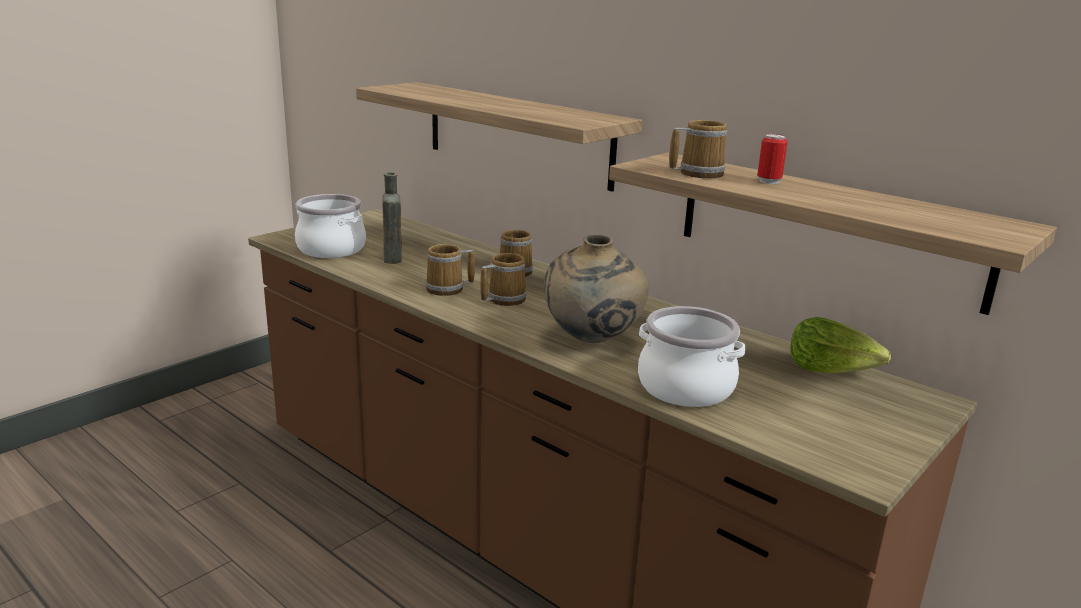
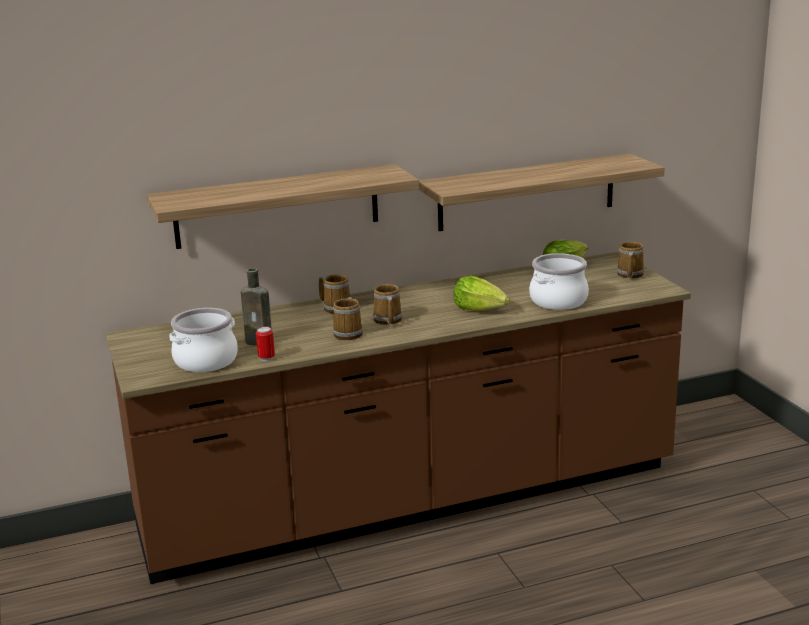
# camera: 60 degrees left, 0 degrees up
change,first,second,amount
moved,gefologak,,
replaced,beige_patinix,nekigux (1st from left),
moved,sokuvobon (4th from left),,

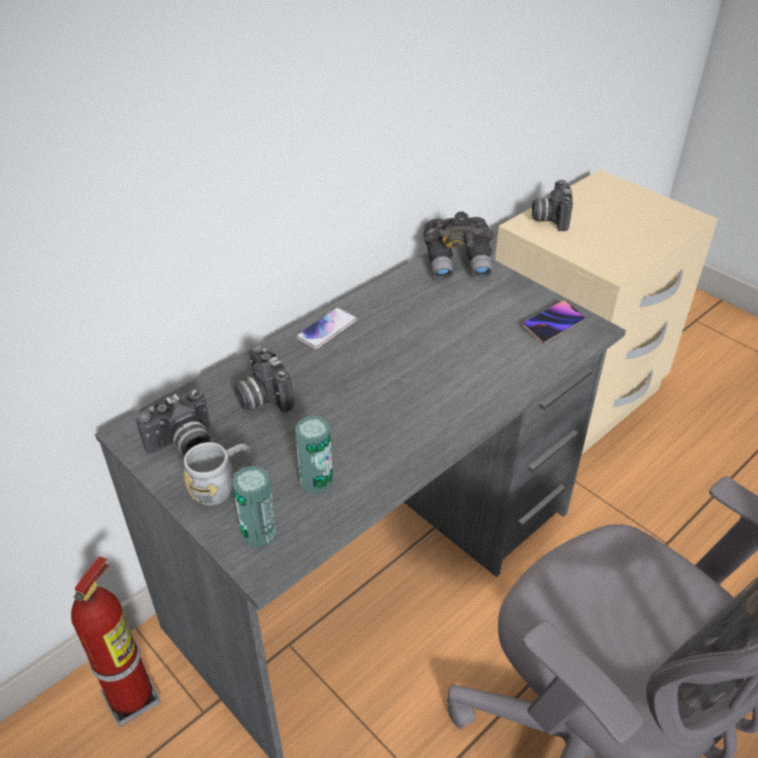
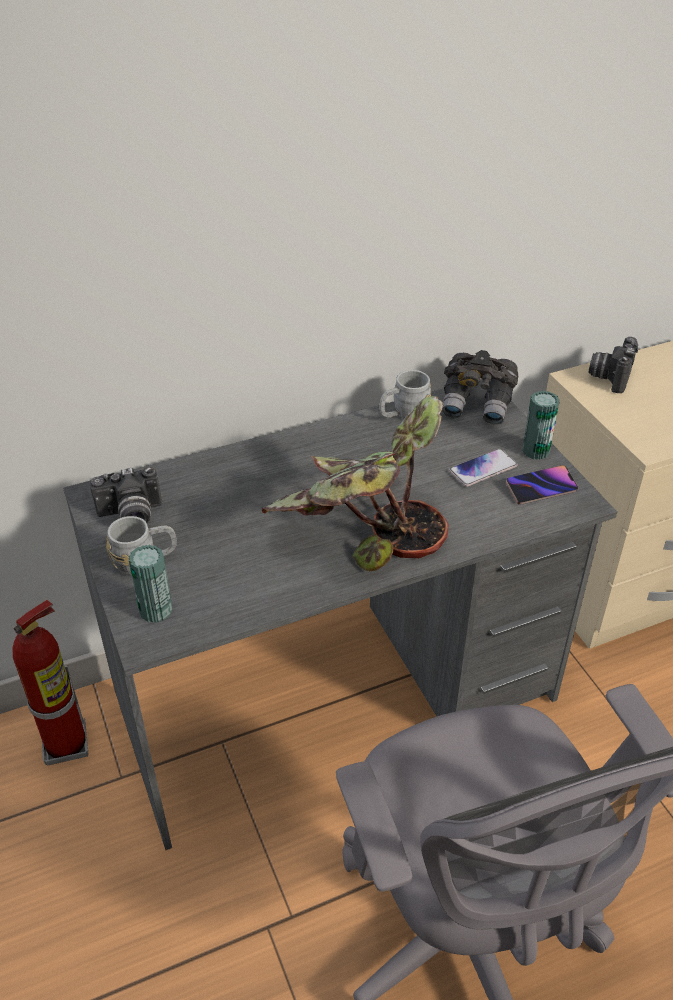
# camera: 20 degrees right, 0 degrees up
change,first,second,amount
added,,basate,
added,,grey_sokuvobon (2nd from left),
moved,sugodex (1st from left),,
moved,gefologak (2nd from left),,
removed,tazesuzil (2nd from left),,

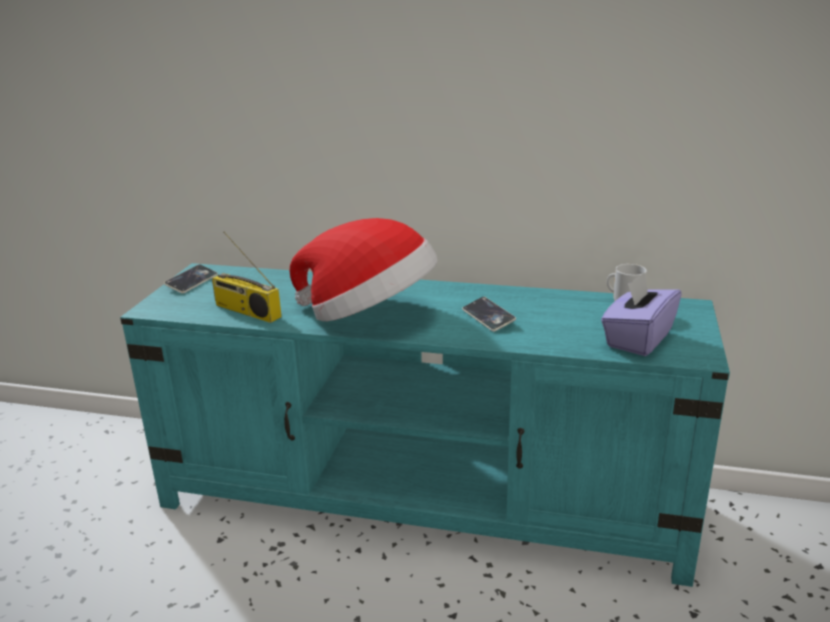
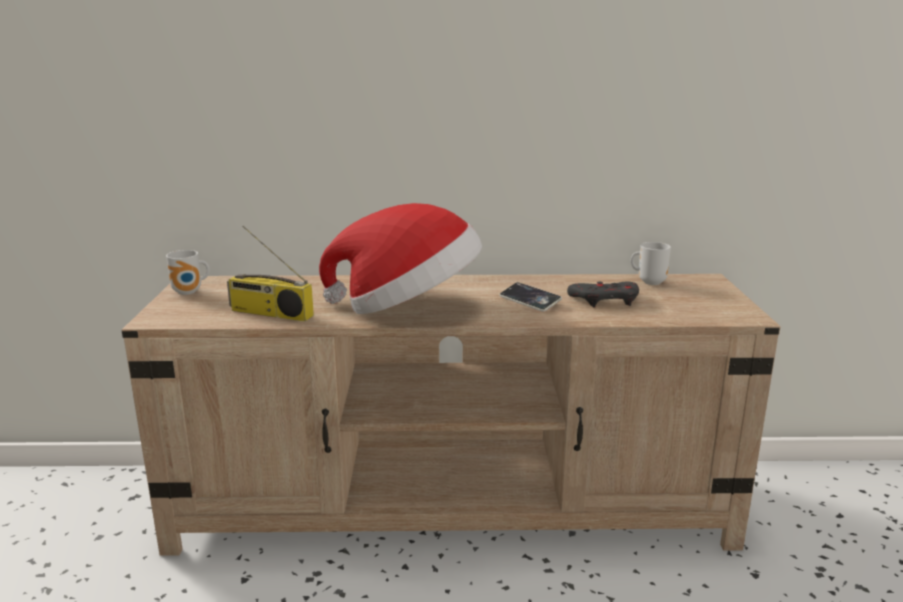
# camera: 15 degrees left, 5 degrees down
change,first,second,amount
recoloured,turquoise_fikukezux,beige_fikukezux,
replaced,sugodex (1st from left),sokuvobon (1st from left),
added,,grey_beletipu,
removed,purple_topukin,,

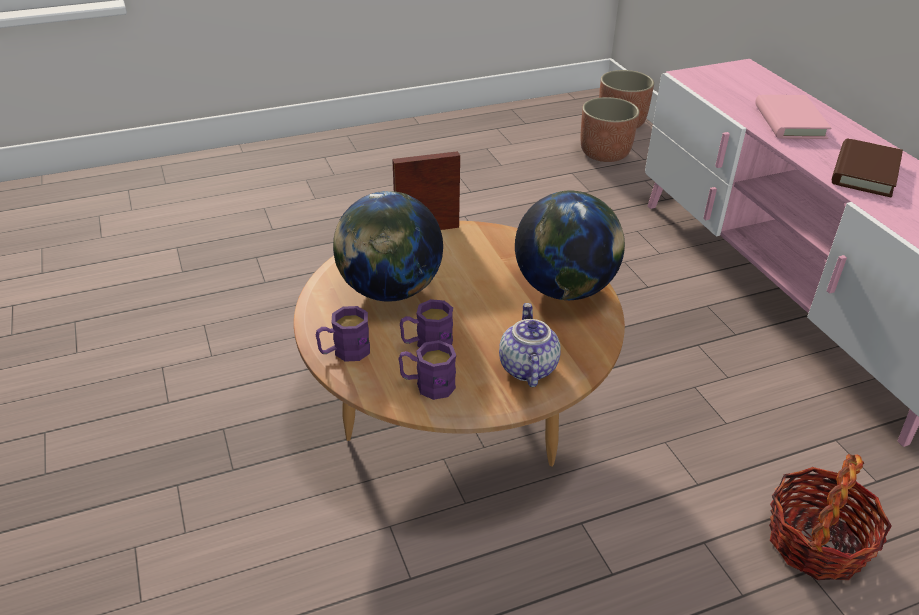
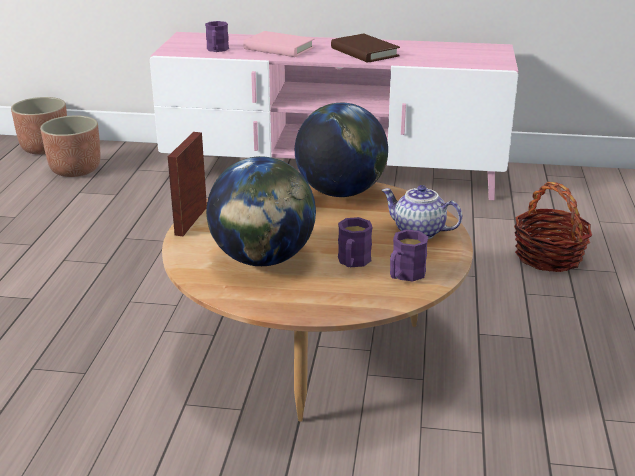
# camera: 60 degrees left, 10 degrees down
change,first,second,amount
moved,purple_sokuvobon (1st from left),,

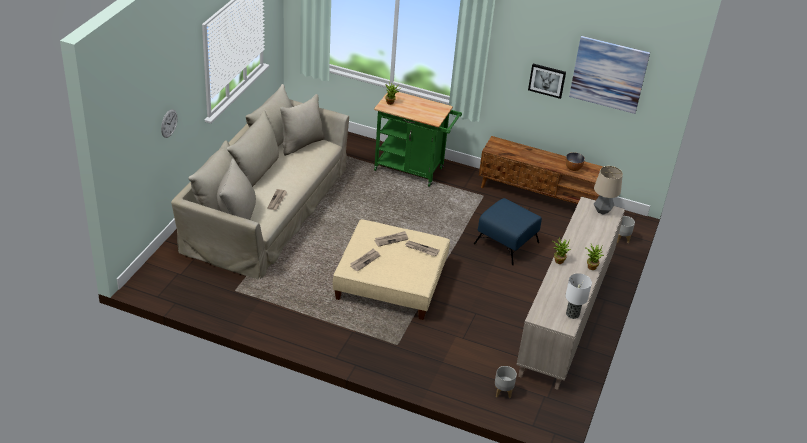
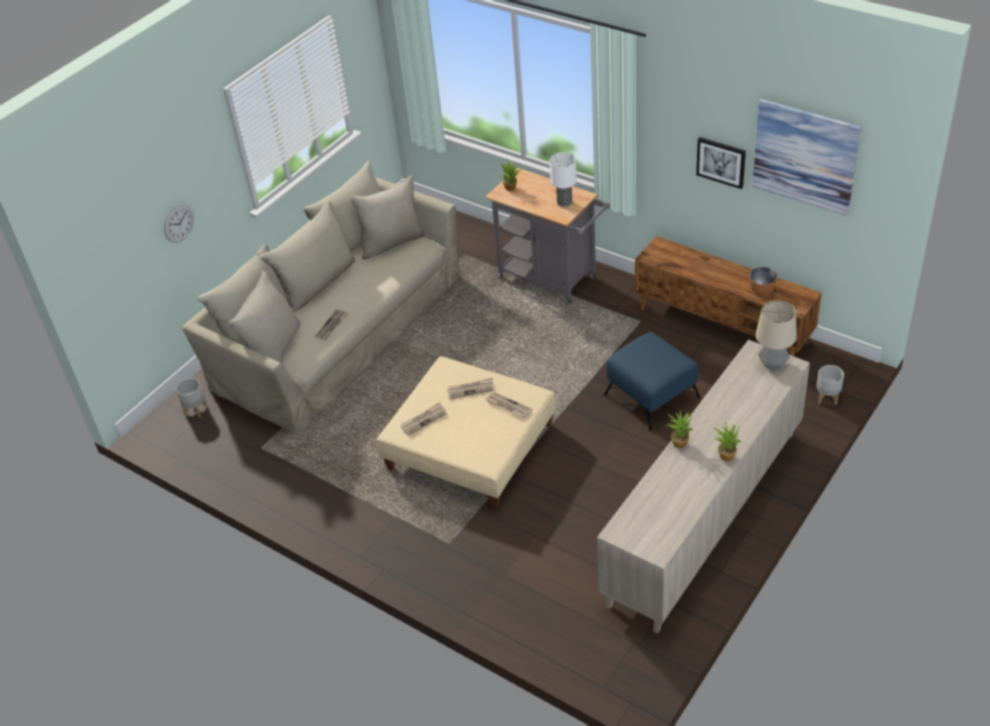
# camera: 20 degrees right, 5 degrees up
change,first,second,amount
moved,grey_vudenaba (1st from left),,
recoloured,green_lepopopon,grey_lepopopon,
moved,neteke (1st from left),,

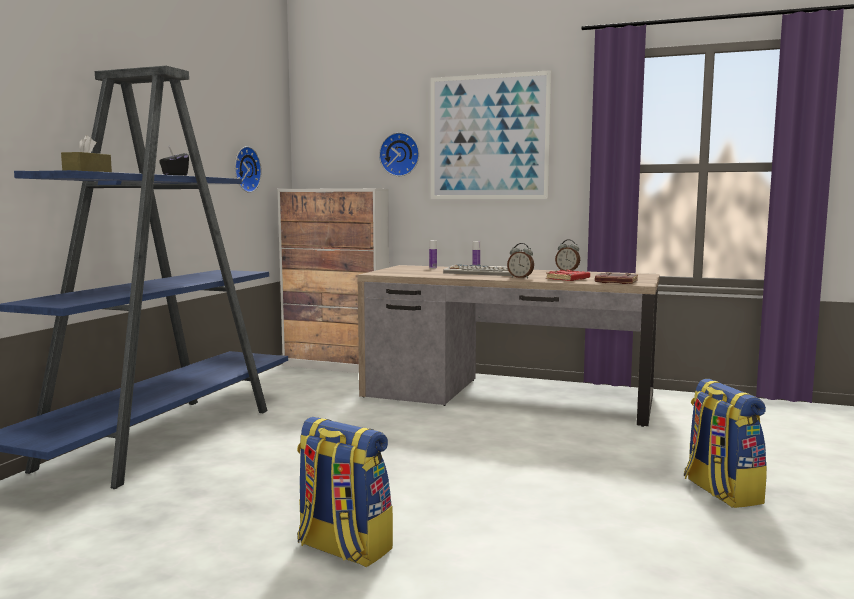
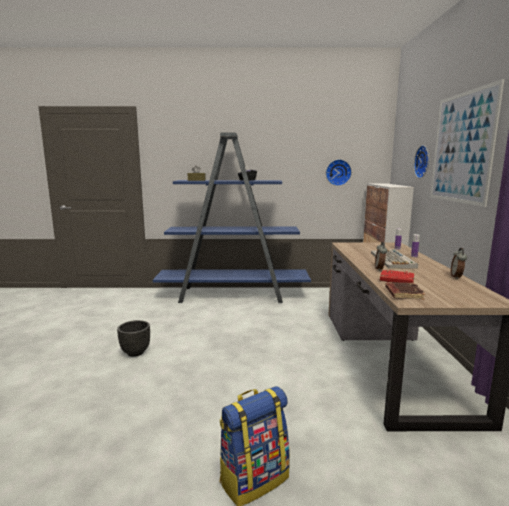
# camera: 70 degrees right, 5 degrees up
change,first,second,amount
replaced,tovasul (1st from left),black_vudenaba,

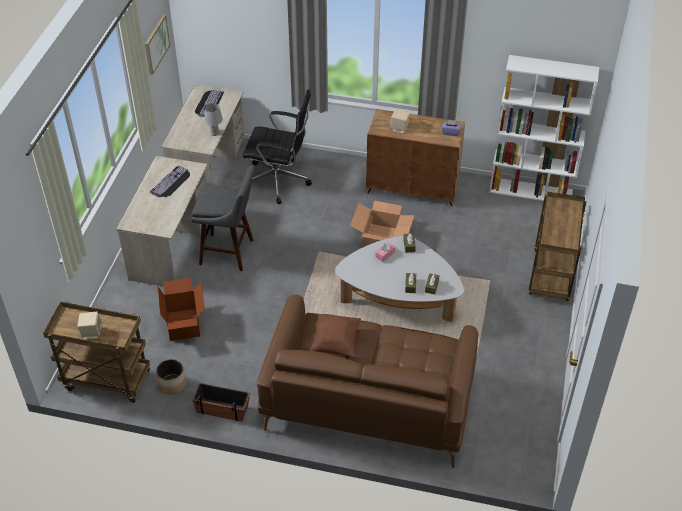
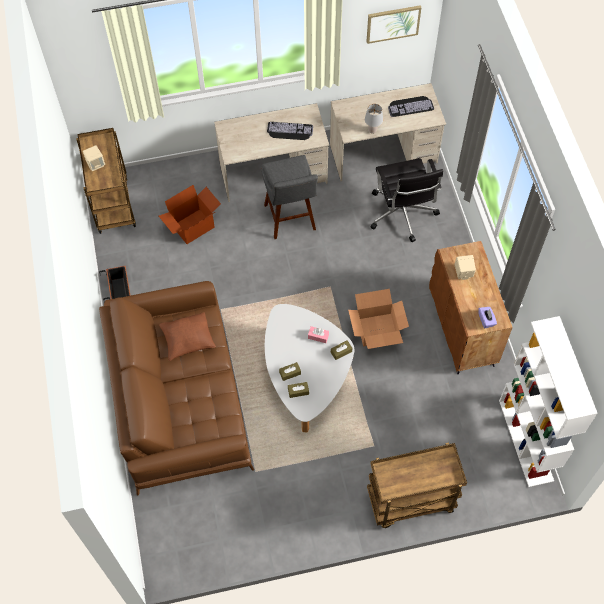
# camera: 65 degrees right, 15 degrees up
change,first,second,amount
removed,vudenaba (1st from left),,

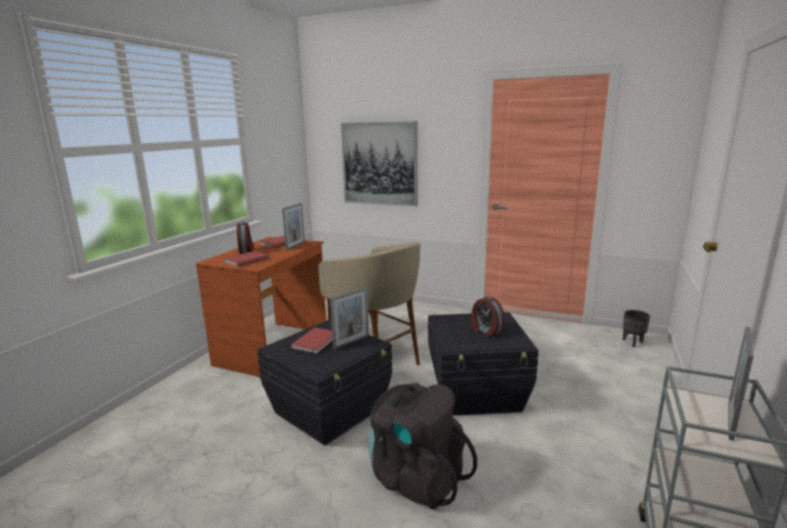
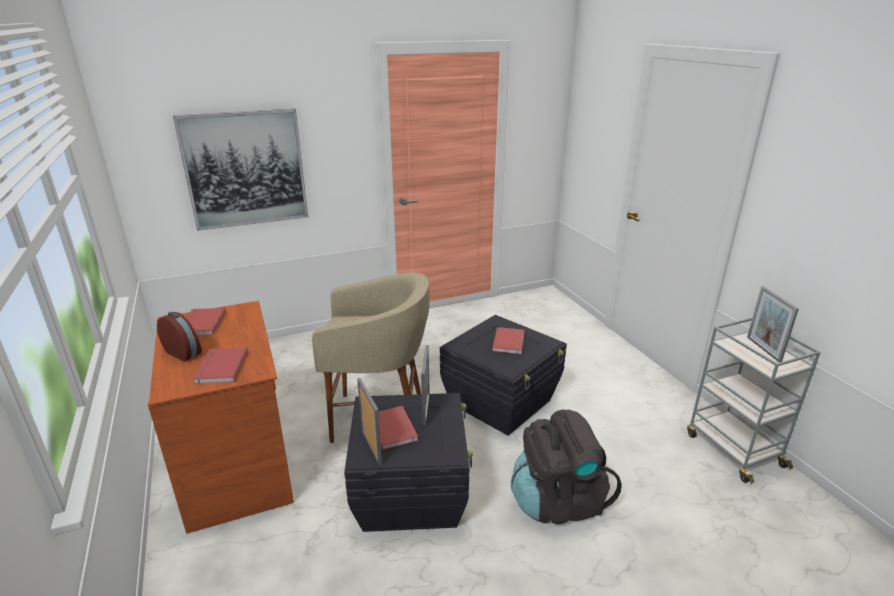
# camera: 45 degrees left, 10 degrees up
change,first,second,amount
moved,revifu (1st from left),,
replaced,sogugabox (2nd from left),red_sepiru (4th from left),
removed,black_vudenaba,,

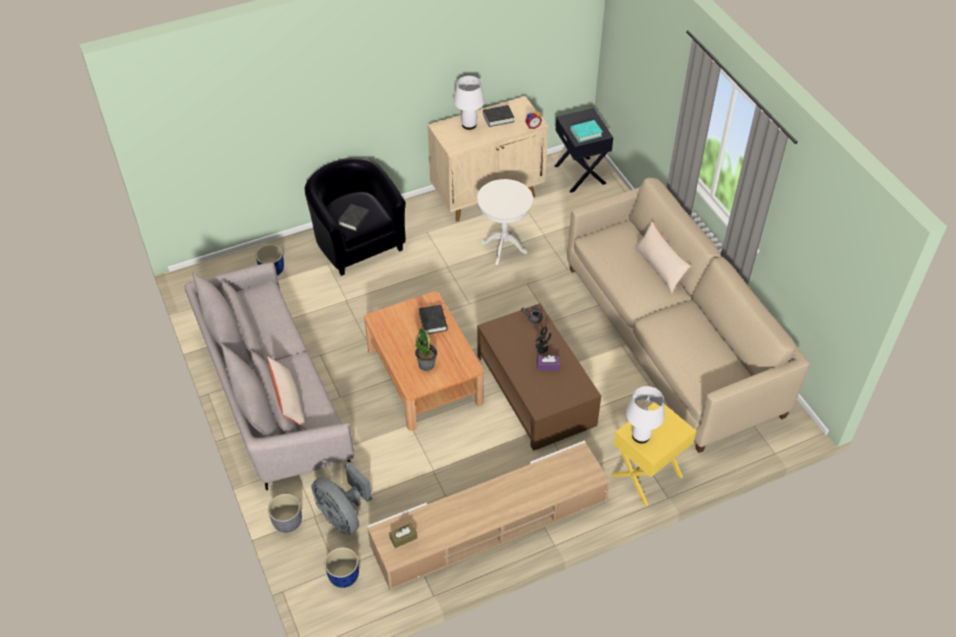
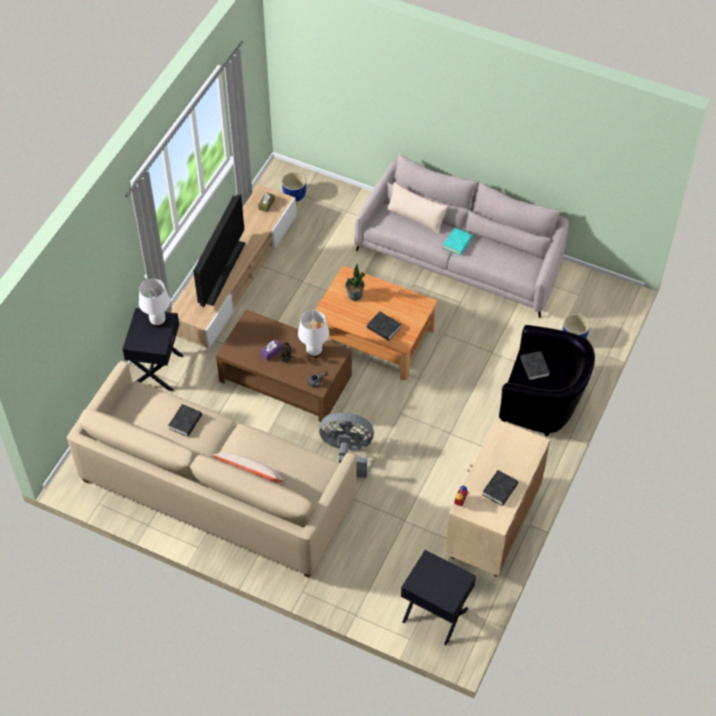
# camera: 140 degrees right, 5 degrees up
change,first,second,amount
recoloured,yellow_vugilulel,black_vugilulel (1st from left),
added,,black_sepiru (1st from left),
added,,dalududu,
moved,white_neteke (1st from left in the first image),white_neteke (2nd from left),
moved,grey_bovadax,,
moved,turquoise_sepiru,,
removed,grey_vudenaba,,
removed,white_vugilulel,,

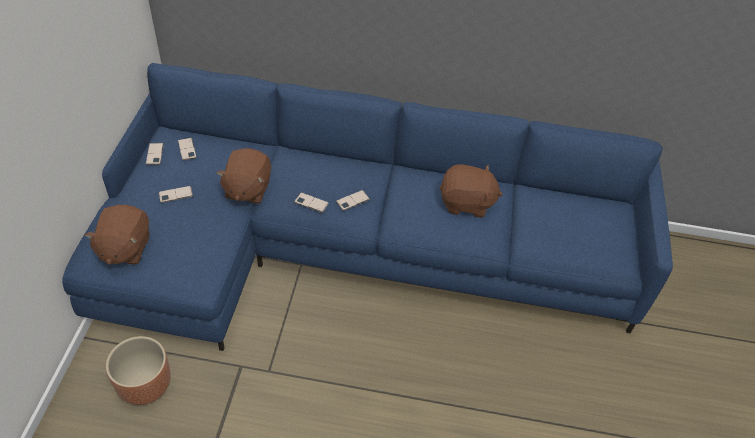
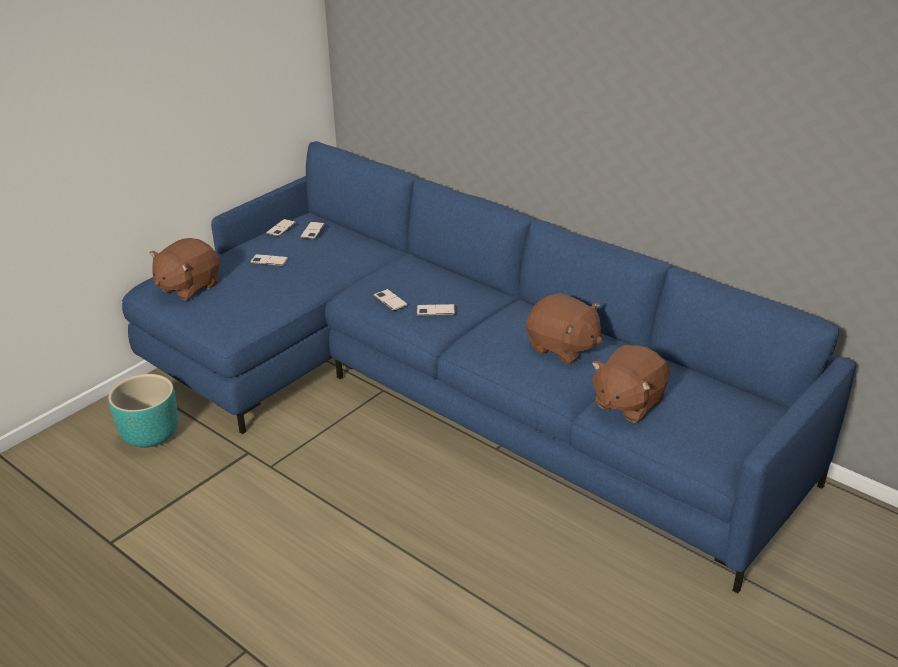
# camera: 35 degrees right, 15 degrees down
change,first,second,amount
recoloured,brown_vudenaba,turquoise_vudenaba,
moved,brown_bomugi (2nd from left in the first image),brown_bomugi (3rd from left),

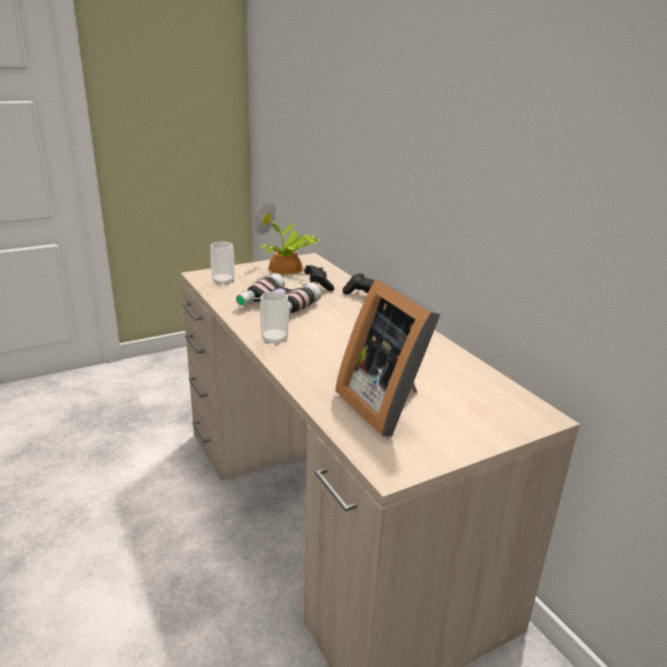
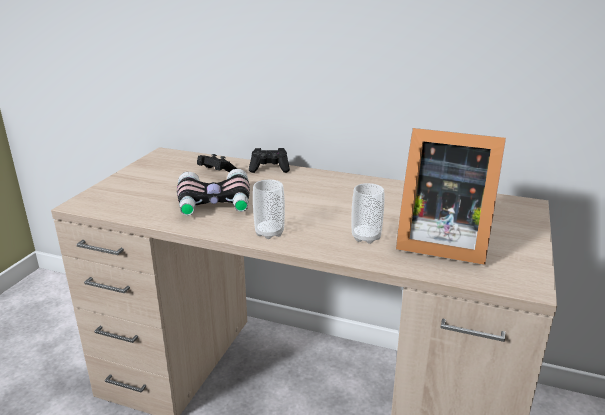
# camera: 40 degrees left, 0 degrees up
change,first,second,amount
moved,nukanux (1st from left in the first image),nukanux (2nd from left),
removed,basate,,

